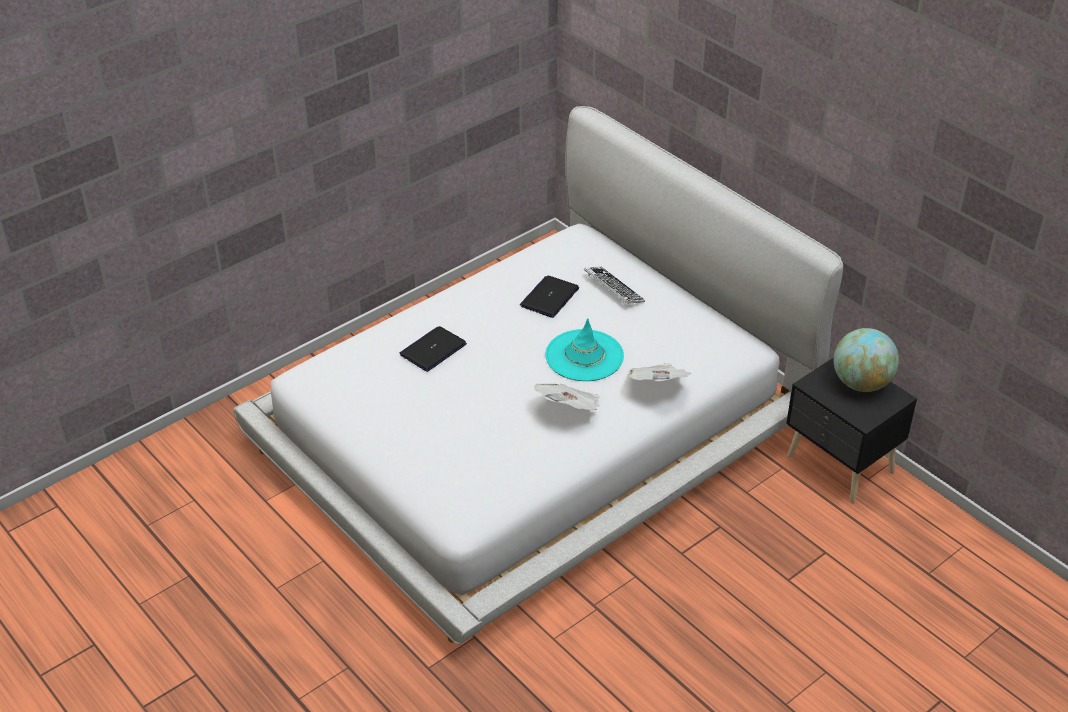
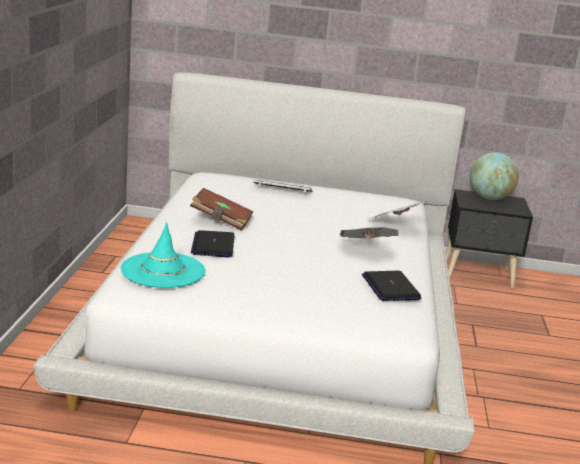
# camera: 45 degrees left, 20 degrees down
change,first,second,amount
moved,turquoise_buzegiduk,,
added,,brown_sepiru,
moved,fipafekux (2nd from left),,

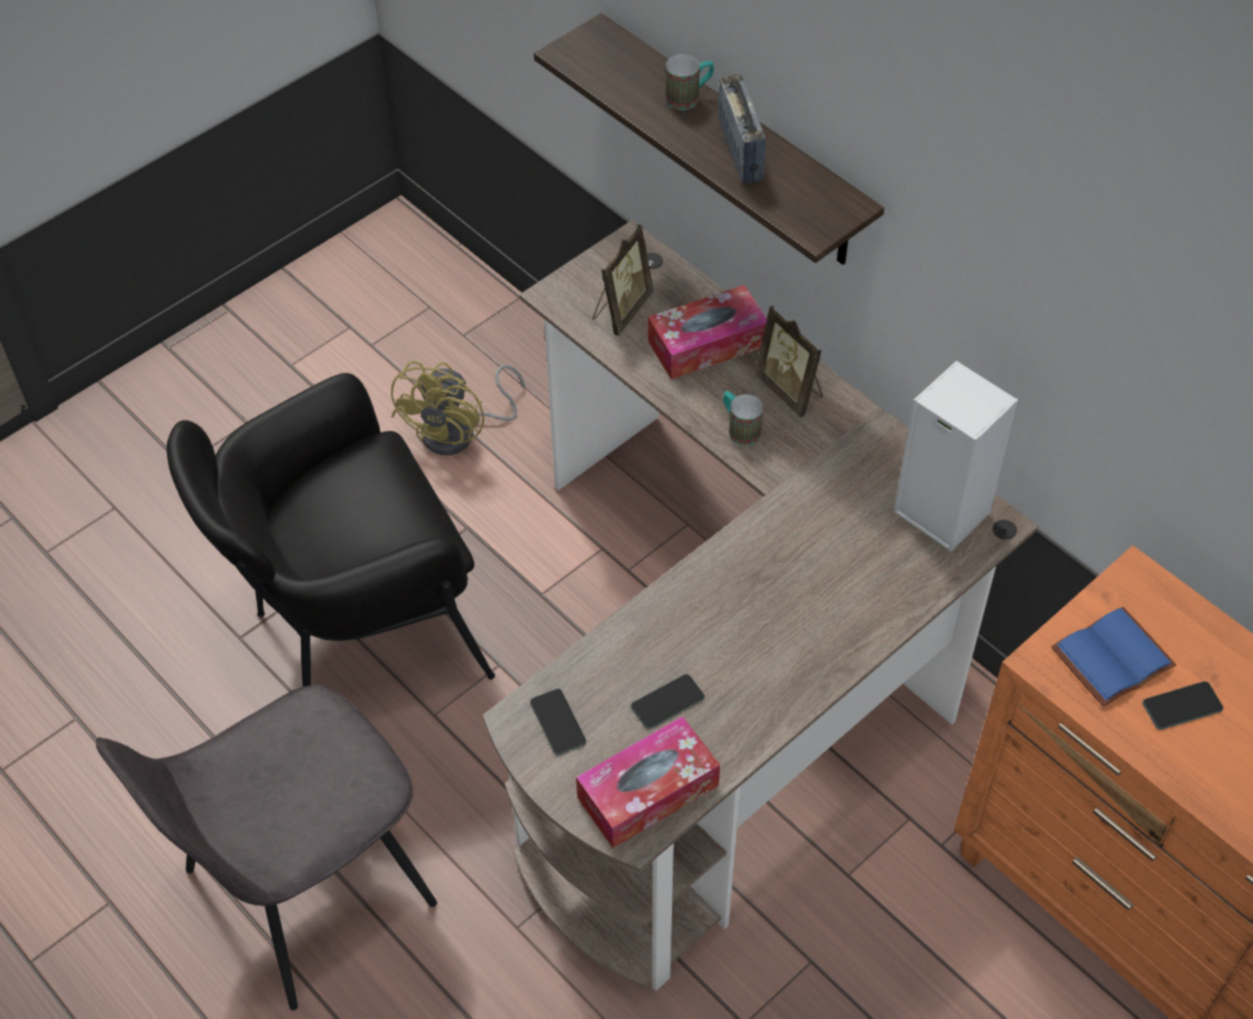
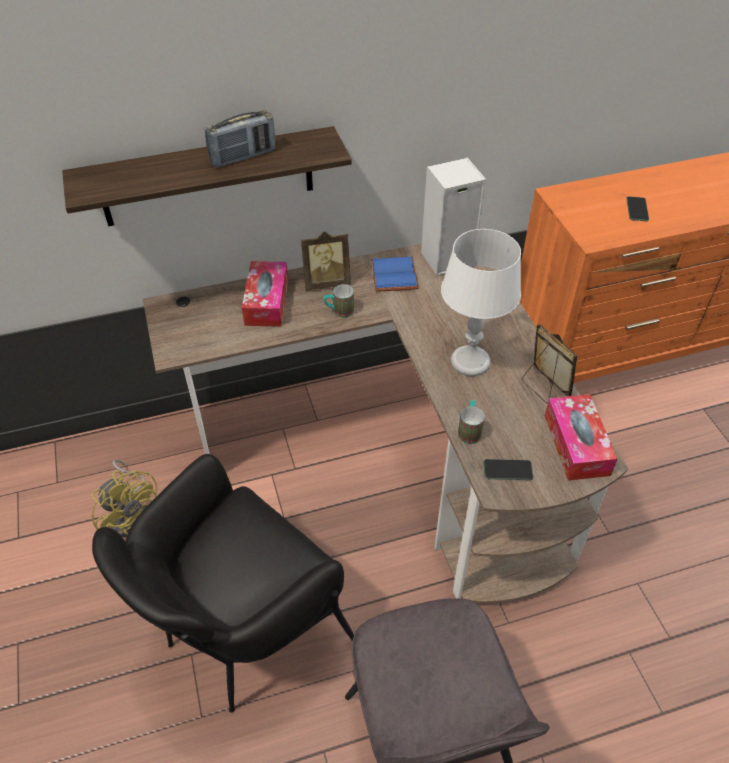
# camera: 65 degrees left, 5 degrees down
change,first,second,amount
turned,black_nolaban,,45 degrees clockwise
turned,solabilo,,135 degrees clockwise
moved,blue_sepiru,,
added,,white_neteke,
moved,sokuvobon (1st from left in the first image),sokuvobon (2nd from left),
moved,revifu (1st from left in the first image),revifu (2nd from left),
removed,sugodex (2nd from left),,

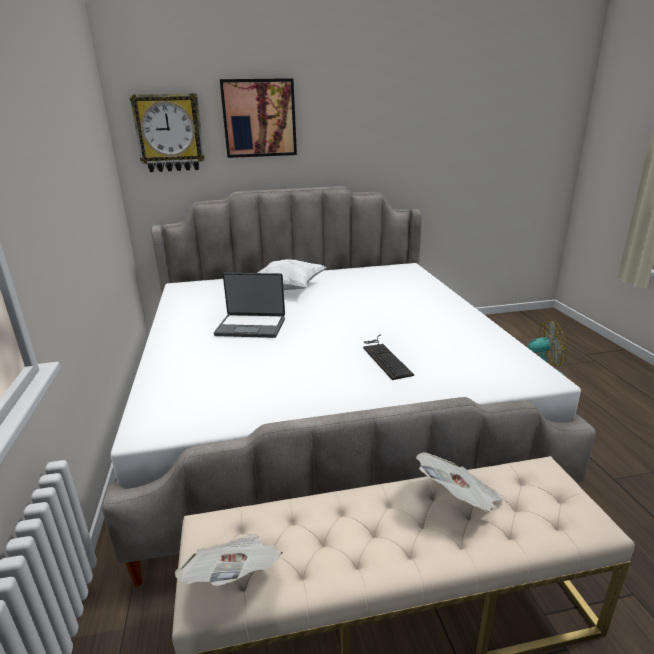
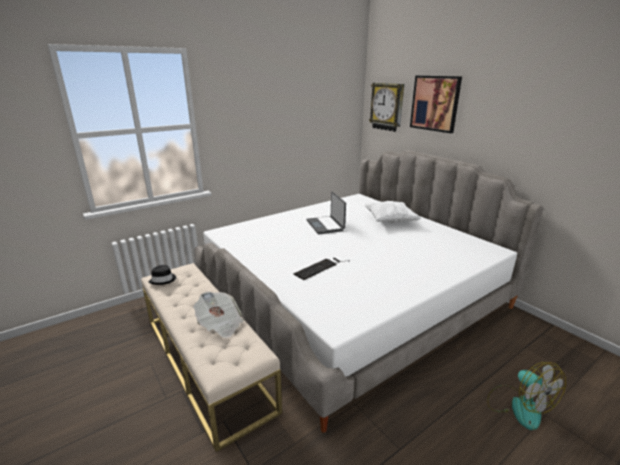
# camera: 65 degrees right, 0 degrees up
change,first,second,amount
replaced,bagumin (1st from left),black_buzegiduk,

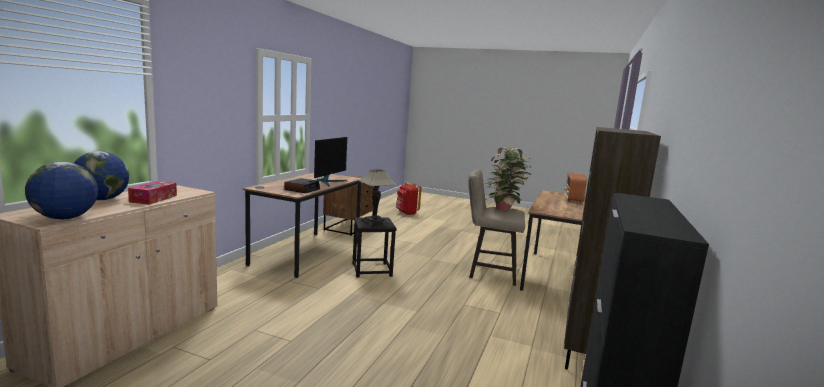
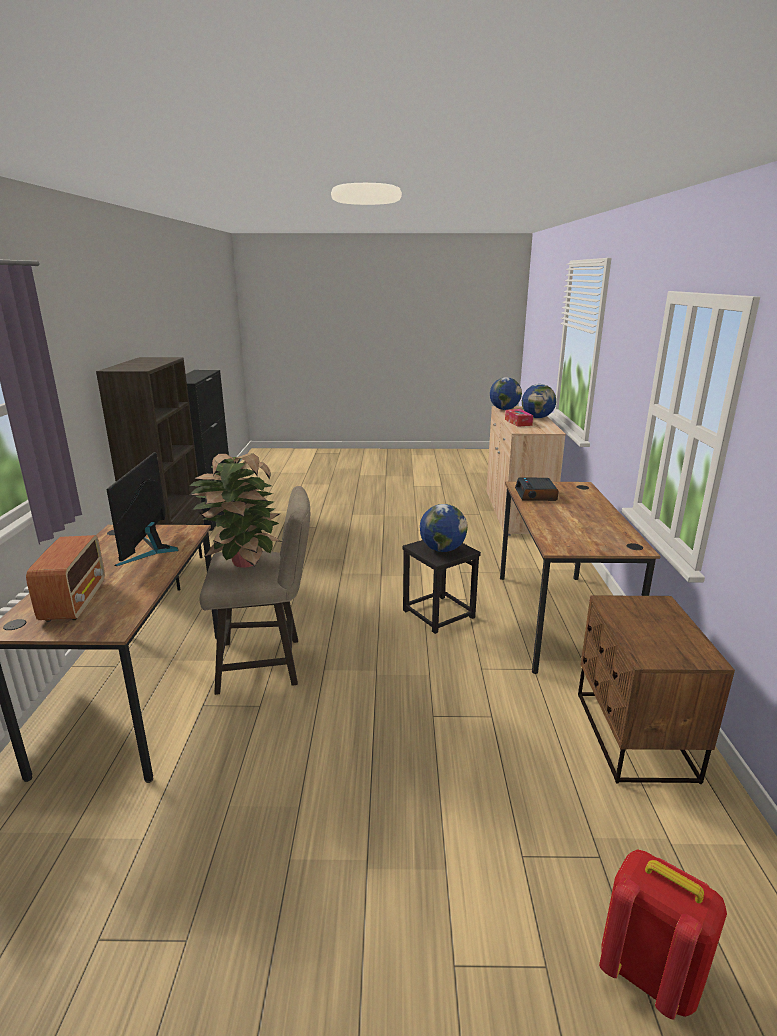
# camera: 160 degrees right, 10 degrees up
change,first,second,amount
moved,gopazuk,,
replaced,neteke,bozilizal (1st from left),

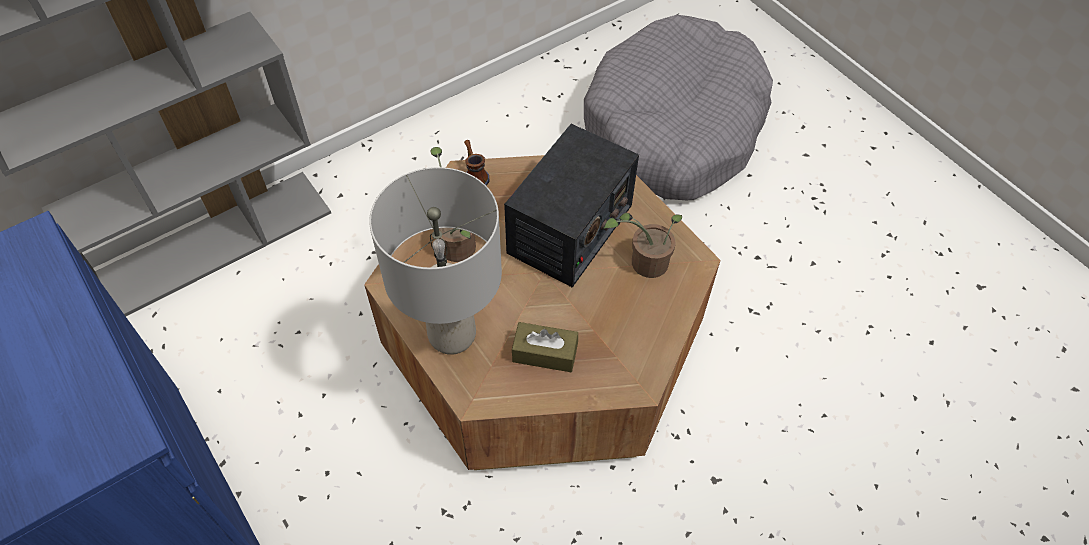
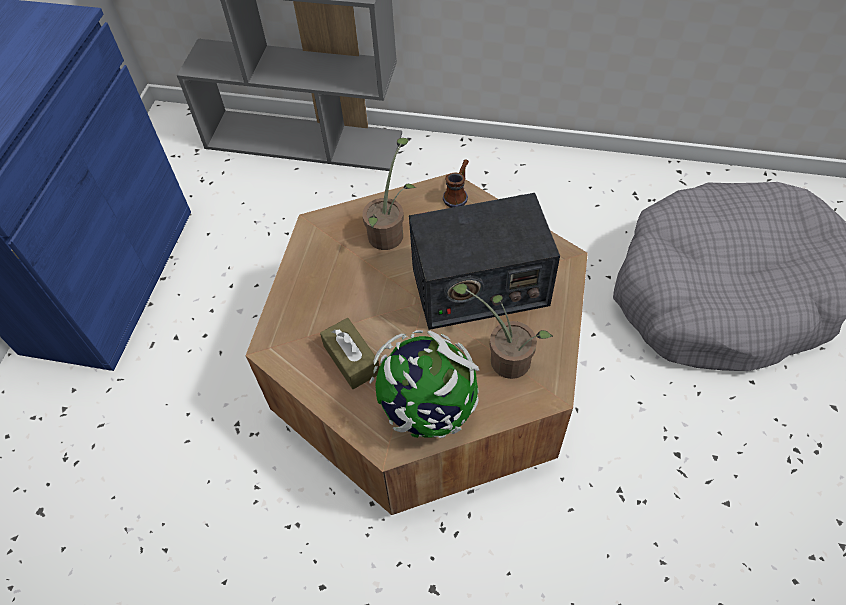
# camera: 50 degrees right, 0 degrees up
change,first,second,amount
added,,bozilizal,
removed,grey_neteke,,

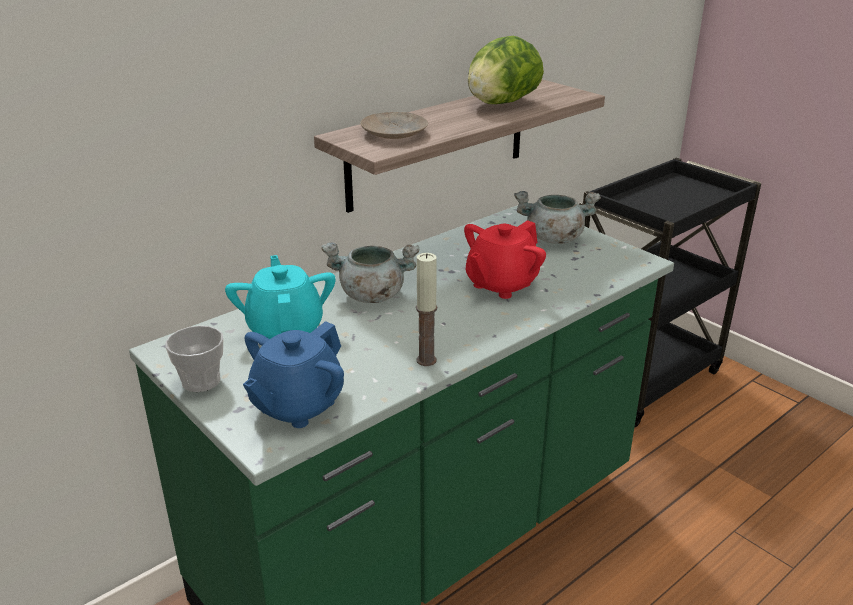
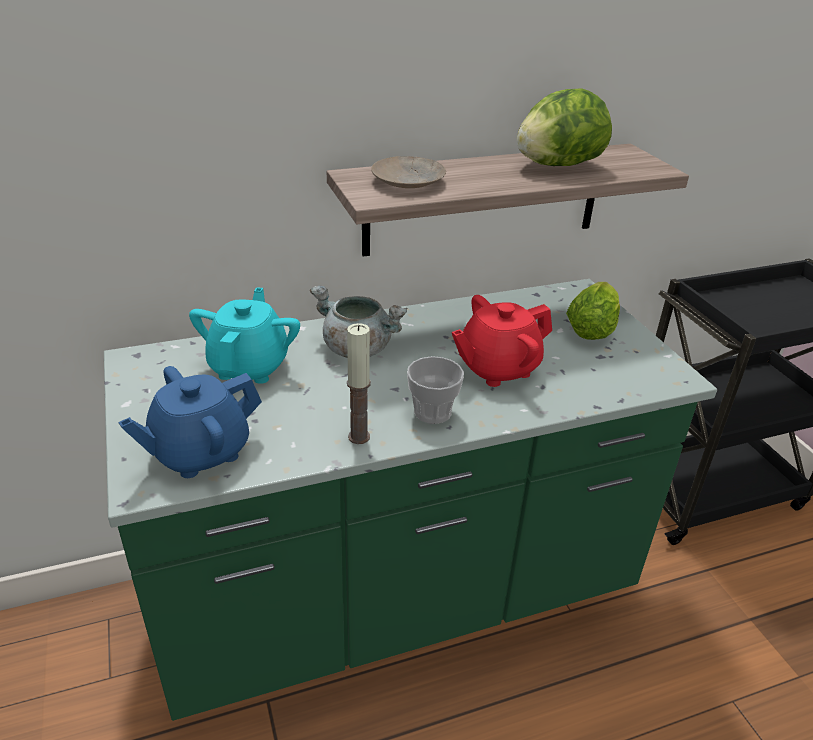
# camera: 20 degrees right, 5 degrees up
change,first,second,amount
moved,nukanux,,
replaced,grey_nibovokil (2nd from left),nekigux (2nd from left),

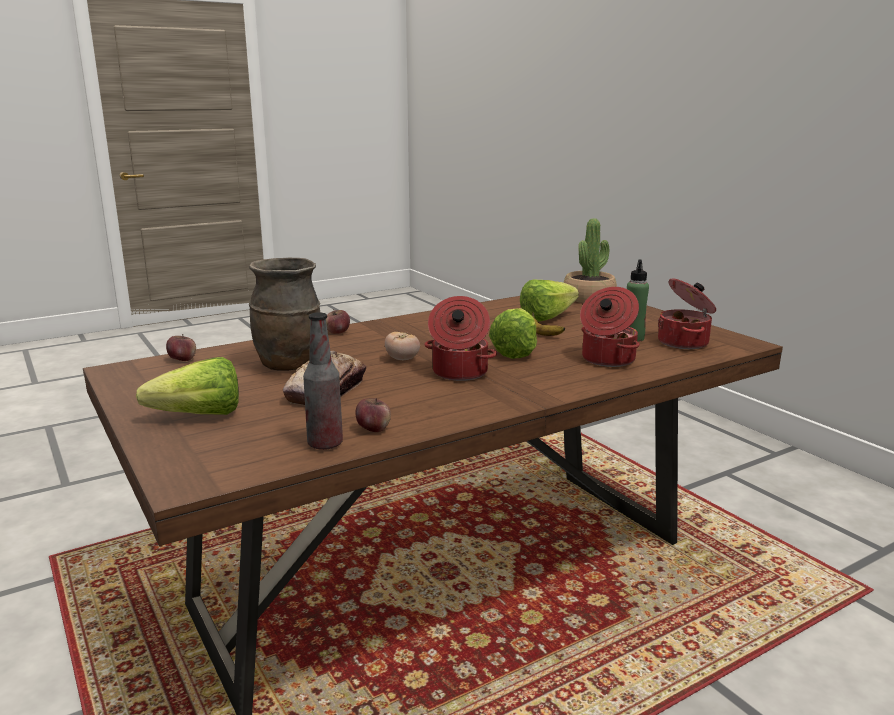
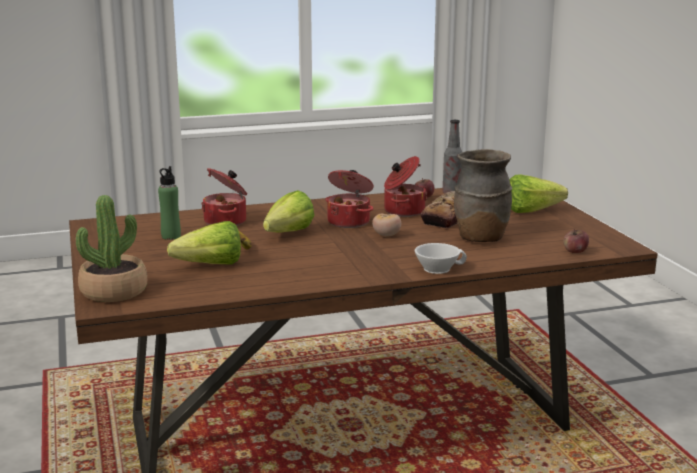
# camera: 165 degrees left, 0 degrees up
change,first,second,amount
moved,nibovokil (3rd from left),,
replaced,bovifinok (2nd from left),white_nukanux,

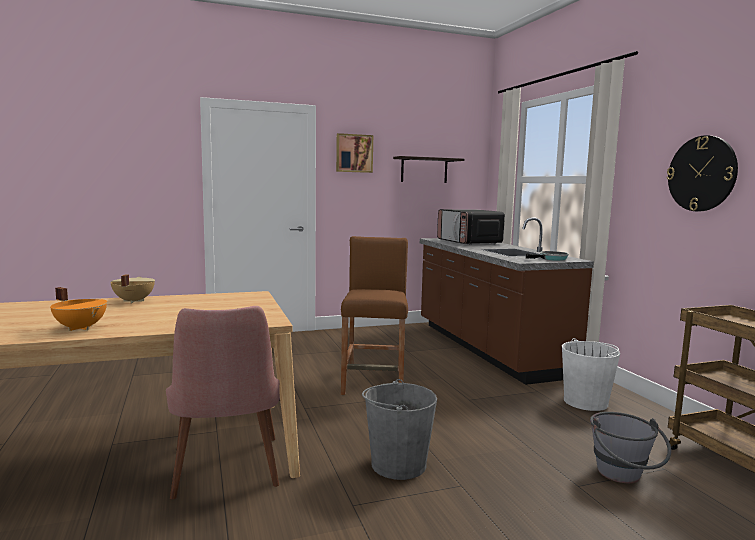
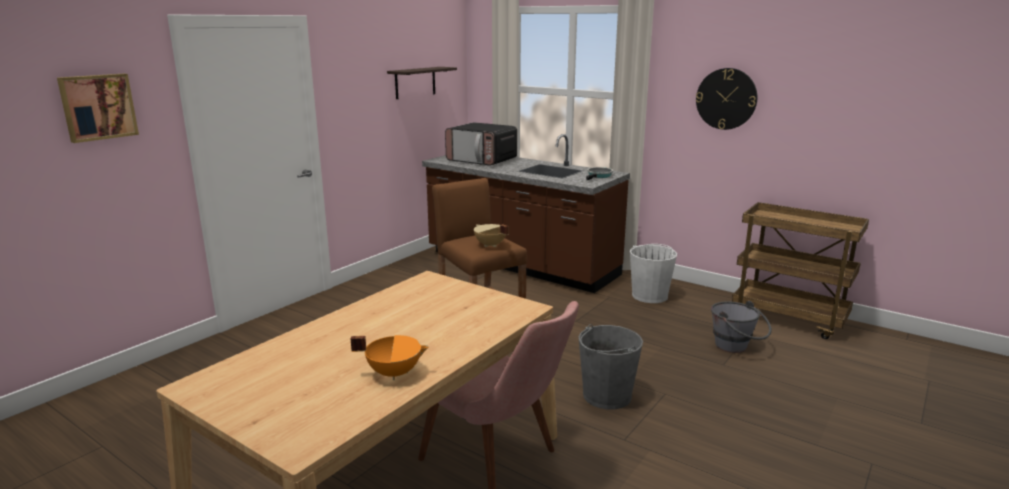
# camera: 35 degrees left, 10 degrees up
change,first,second,amount
moved,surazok,,
moved,beige_nibovokil,,

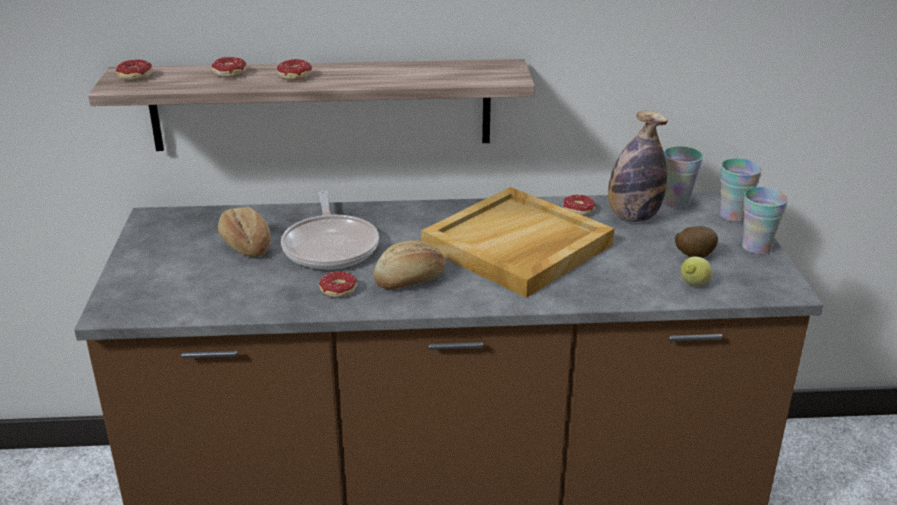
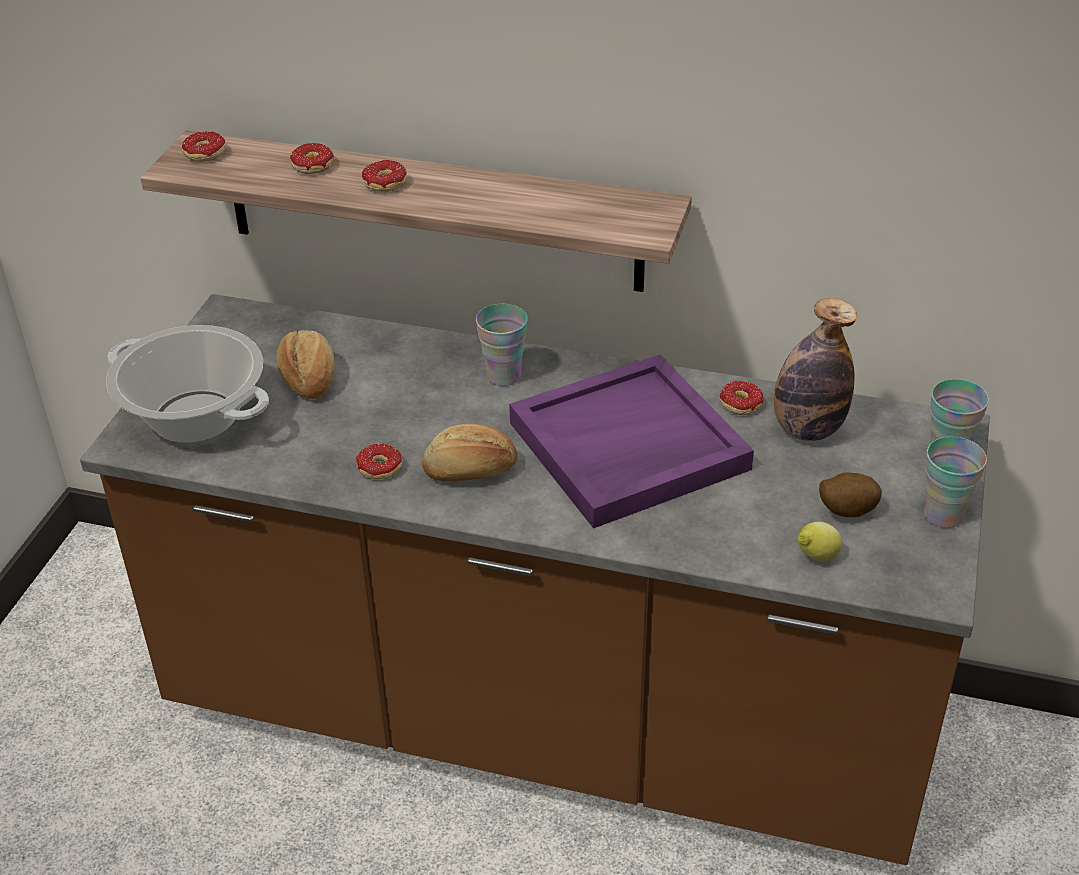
# camera: 20 degrees right, 10 degrees up
change,first,second,amount
added,,nibovokil,
moved,nukanux (1st from left),,
recoloured,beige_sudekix,purple_sudekix,
removed,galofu,,

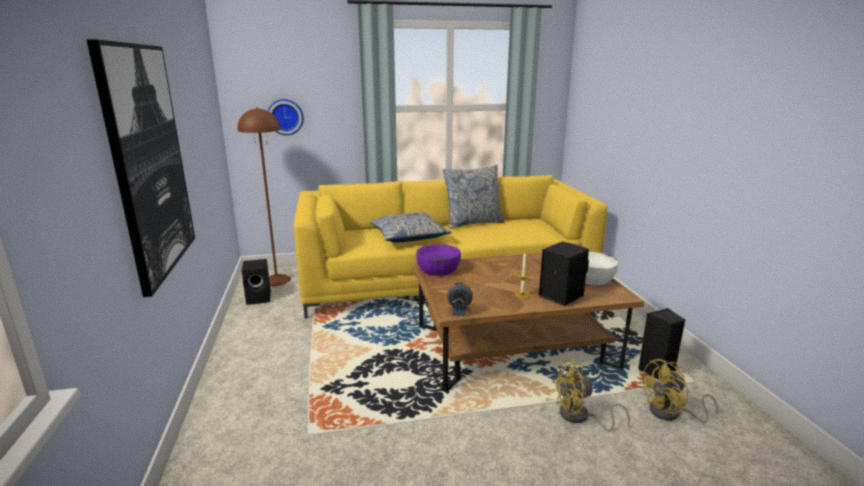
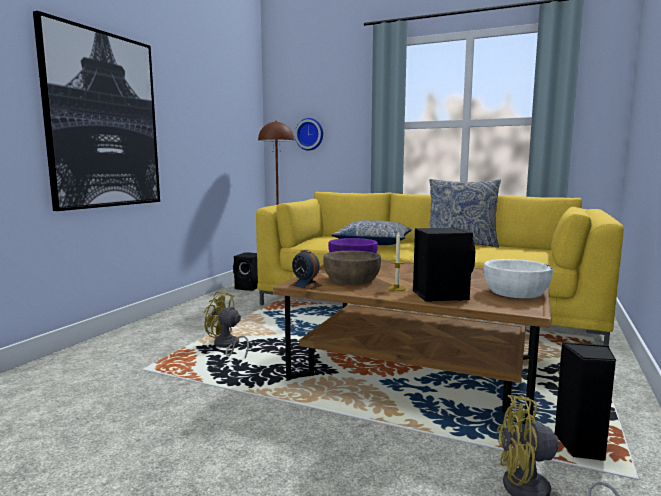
# camera: 35 degrees right, 10 degrees down
change,first,second,amount
moved,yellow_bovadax (1st from left),,
added,,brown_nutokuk,

